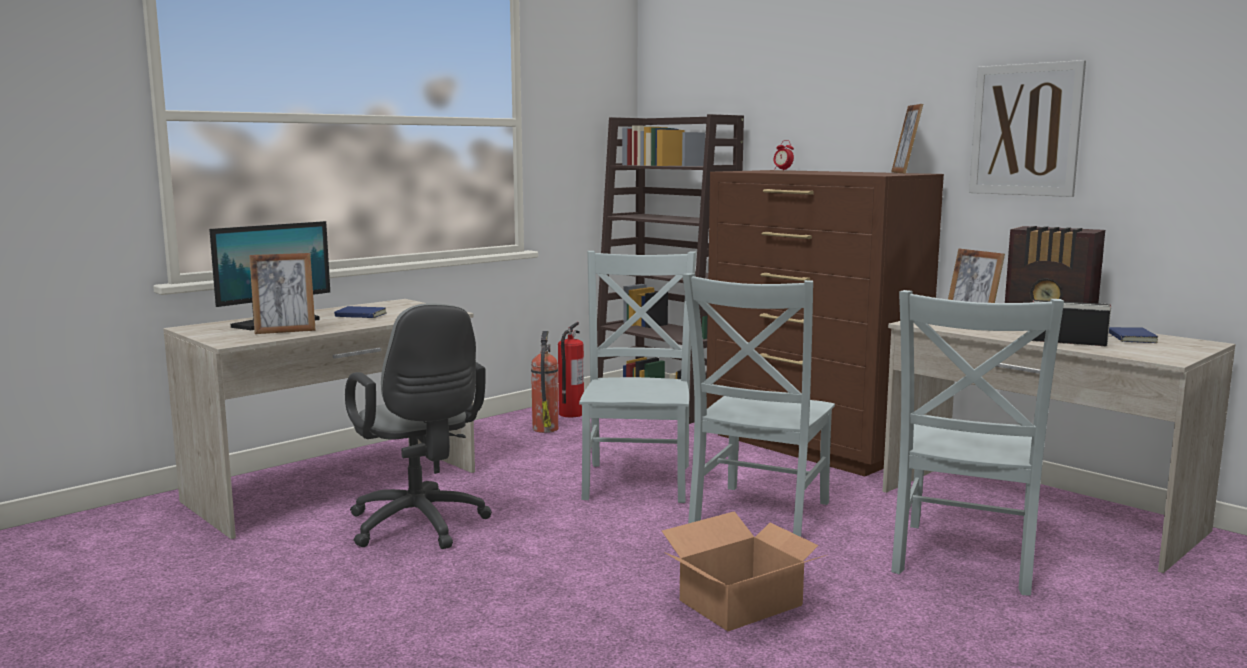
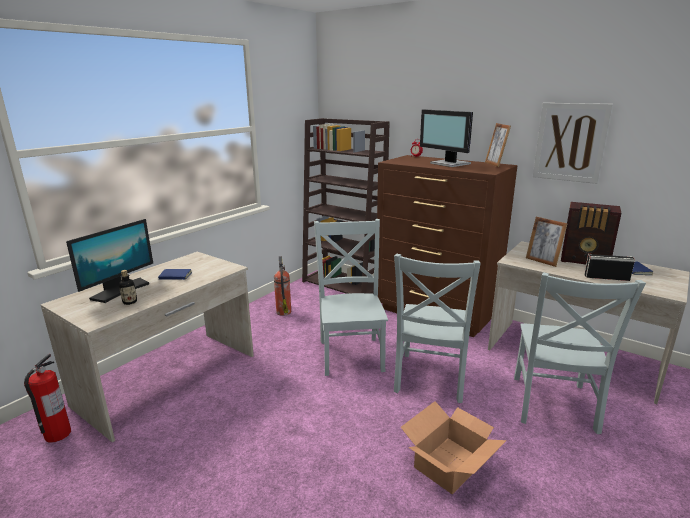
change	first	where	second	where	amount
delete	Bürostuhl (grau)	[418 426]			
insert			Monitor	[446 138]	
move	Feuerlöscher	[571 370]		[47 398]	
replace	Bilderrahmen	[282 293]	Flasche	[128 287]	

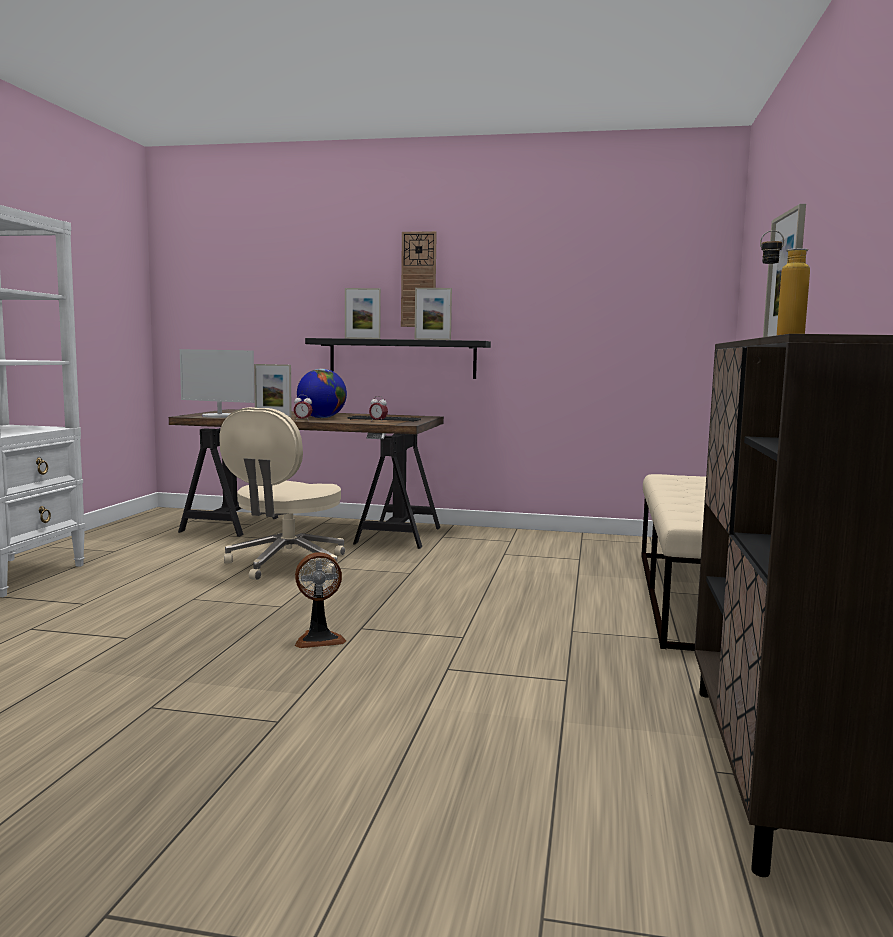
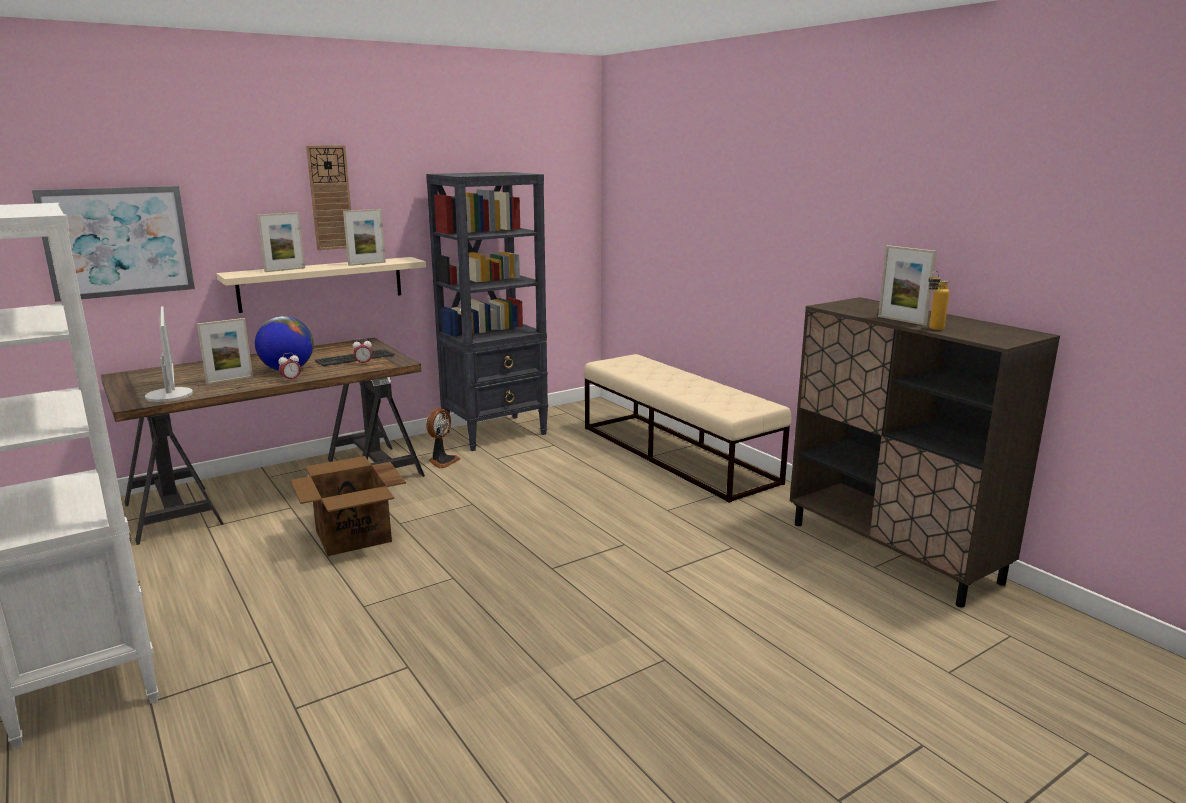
change	first	where	second	where	amount
insert			Bild	[113 244]	
insert			Bücherregal (schwarz)	[487 311]	
move	Ventilator	[320 600]		[443 438]	
replace	Bürostuhl (beige)	[282 493]	Karton	[348 506]	
recolor	Wandregal (schwarz)	[398 358]	Wandregal (beige)	[321 285]	
rotate	Monitor	[217 383]		[169 354]	90 degrees counterclockwise

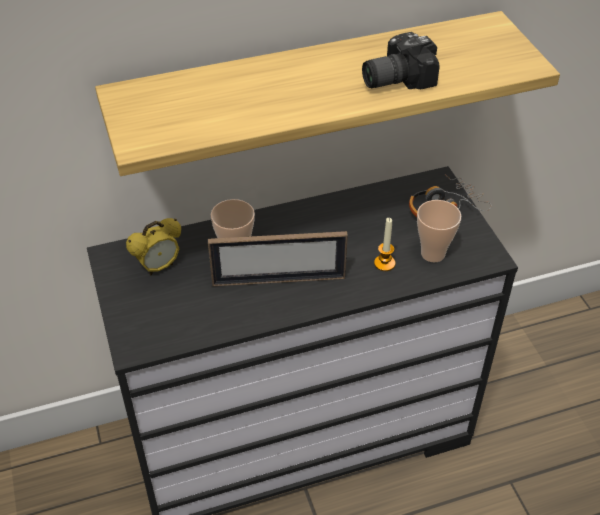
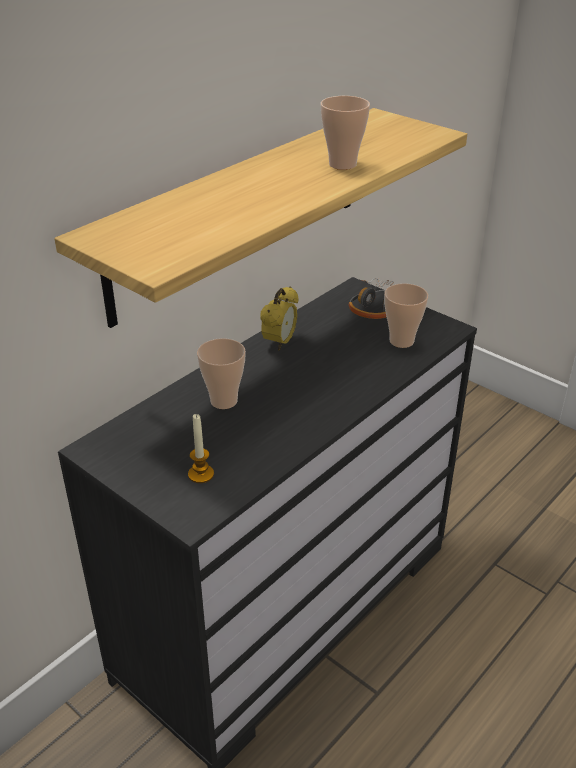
change	first	where	second	where	amount
delete	Bilderrahmen	[278 258]			
move	Wecker	[153 246]		[279 318]	
move	Kerze	[384 244]		[201 448]	
replace	Kamera	[401 60]	Tasse	[345 133]	

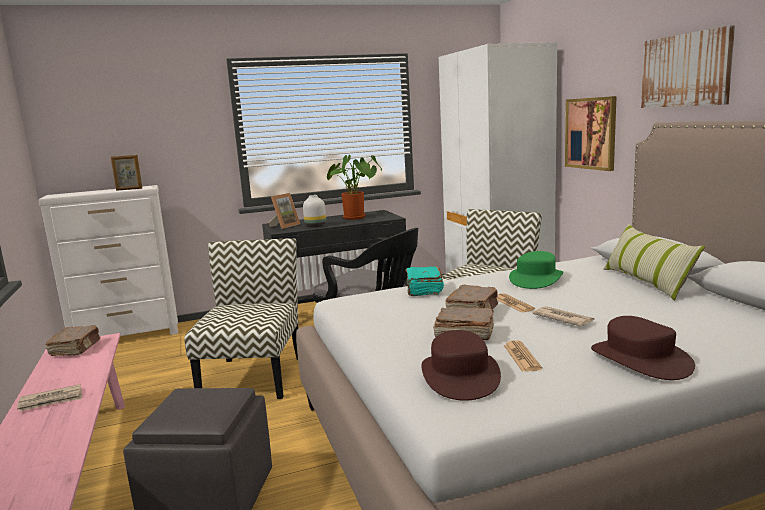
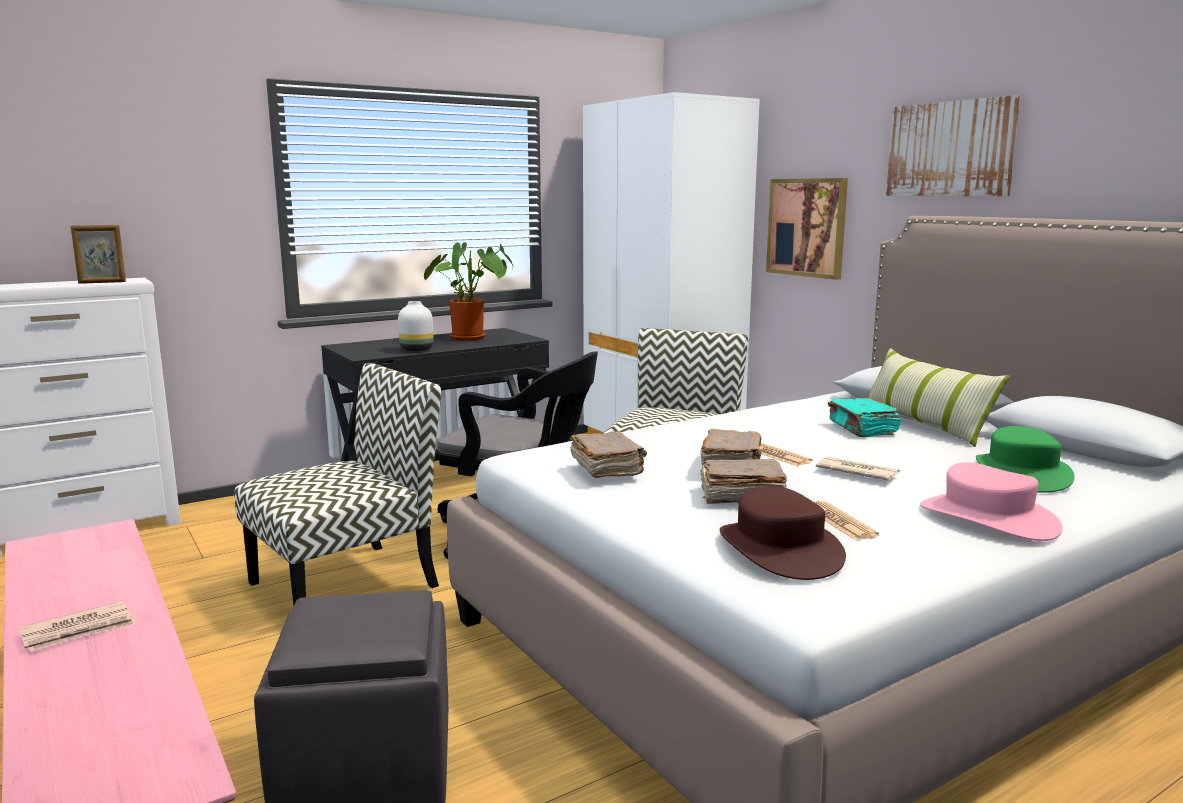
change	first	where	second	where	amount
delete	Bilderrahmen	[284 211]			
move	Buch (braun)	[73 340]		[608 454]	
move	Buch (türkis)	[424 281]		[864 417]	
move	Hut (grün)	[536 270]		[1025 459]	
recolor	Hut (braun)	[643 348]	Hut (rosa)	[991 501]	
rotate	Stuhl	[241 318]		[337 484]	60 degrees clockwise

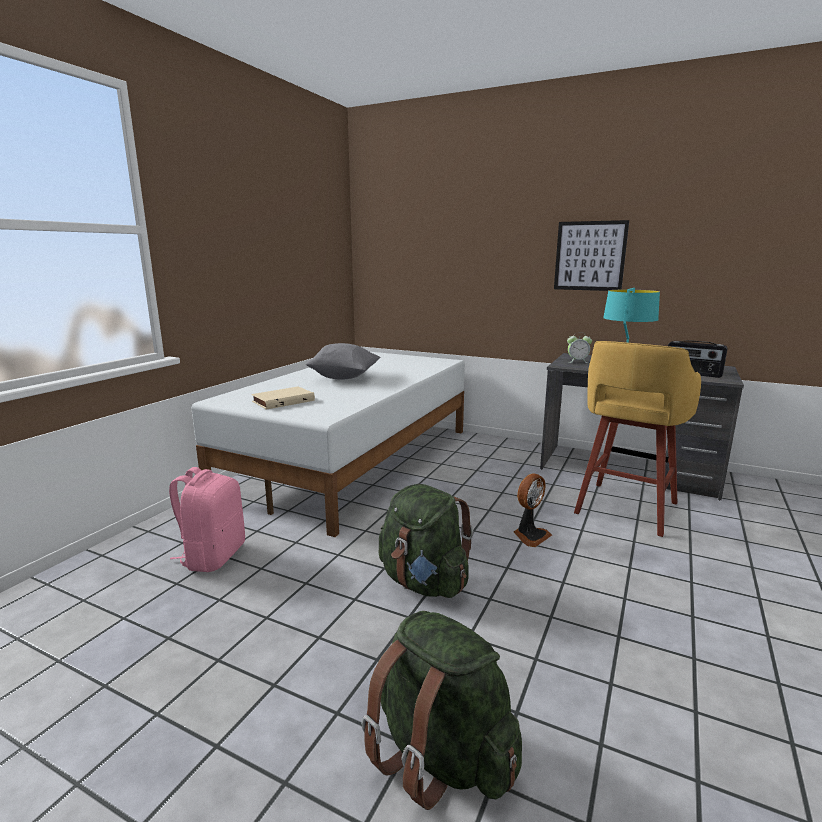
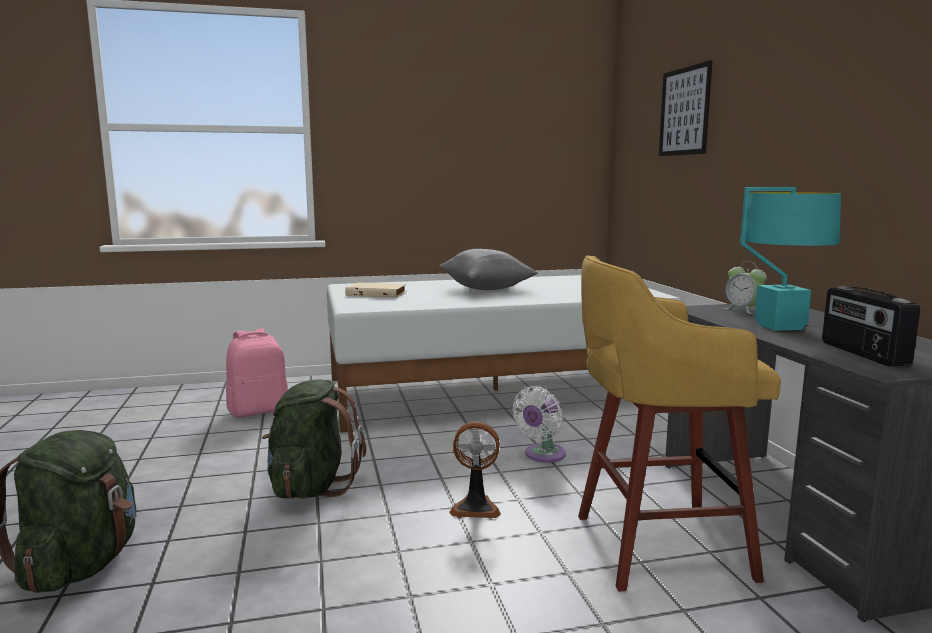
change	first	where	second	where	amount
insert			Ventilator (weiß)	[539 424]	
move	Bild	[591 255]		[686 108]	

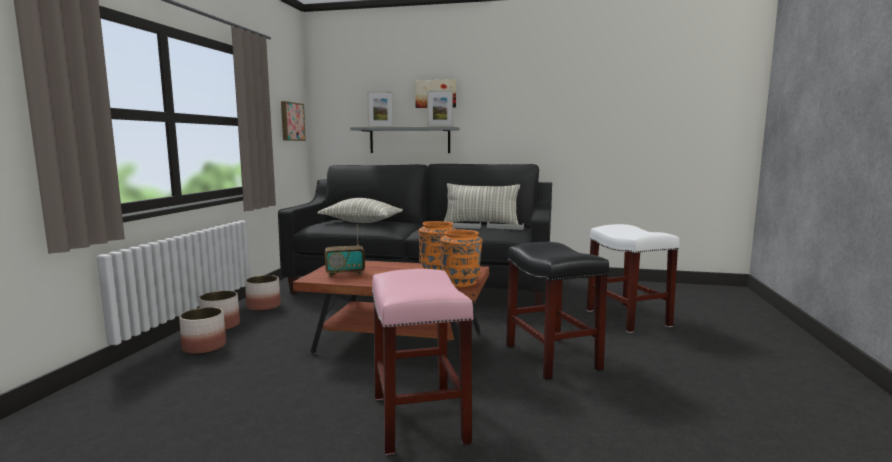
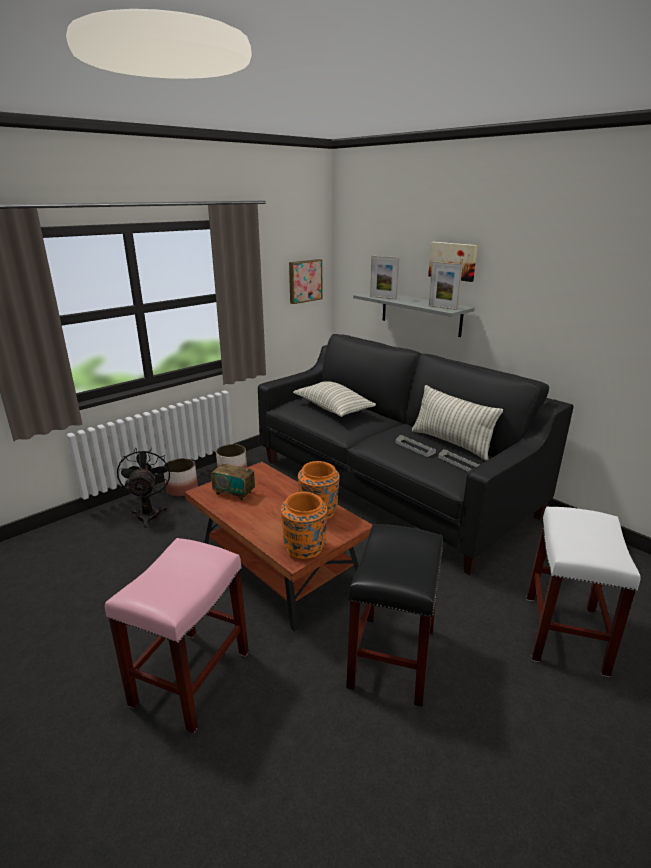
change	first	where	second	where	amount
replace	Pflanzkübel	[202 330]	Ventilator (schwarz)	[144 488]	

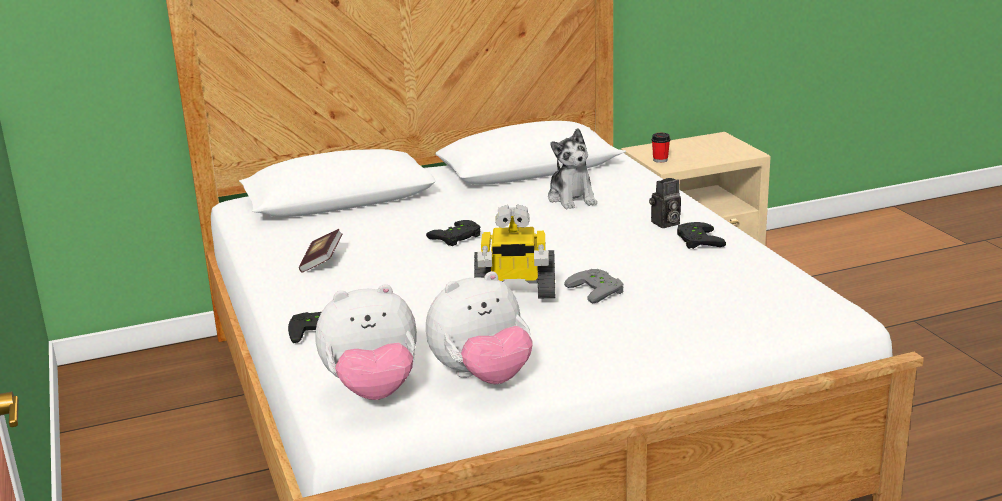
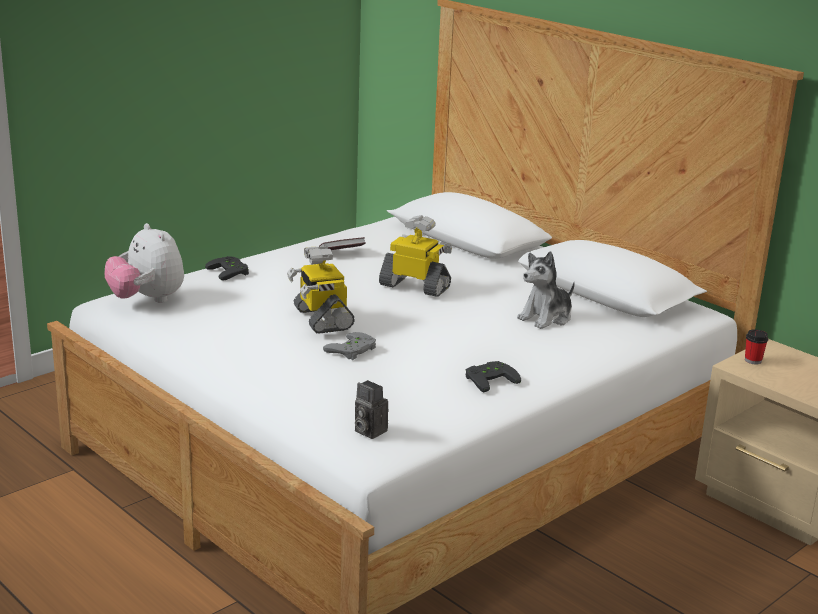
change	first	where	second	where	amount
delete	Plüschtier	[479 327]			
move	Kamera	[665 203]		[372 409]	
replace	Gamepad (schwarz)	[453 233]	Spielzeugroboter	[415 256]	

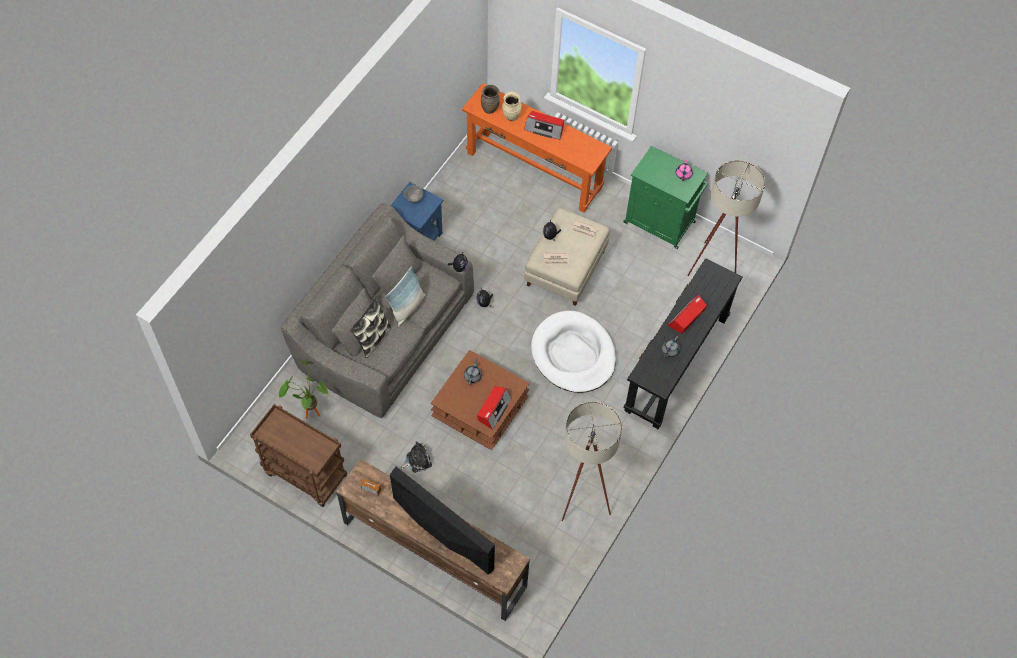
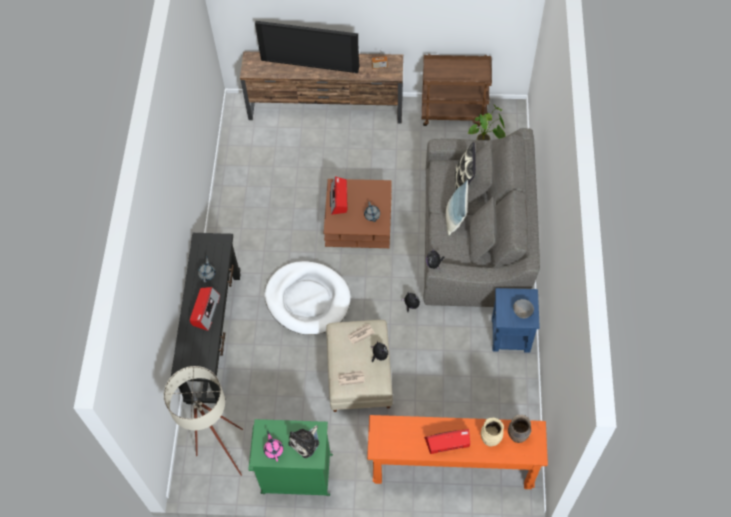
change	first	where	second	where	amount
delete	Stehlampe (beige)	[592 461]			
move	Plüschtier	[416 457]		[303 441]	

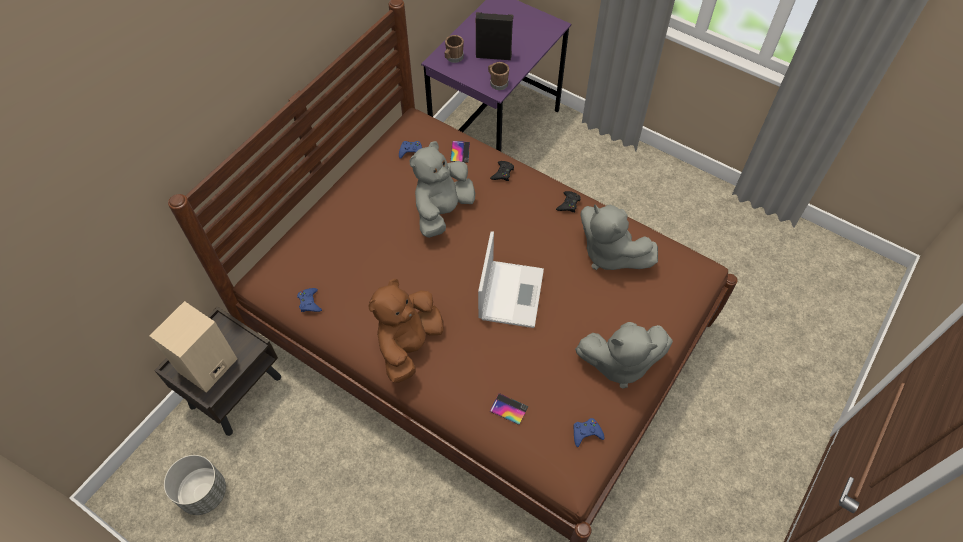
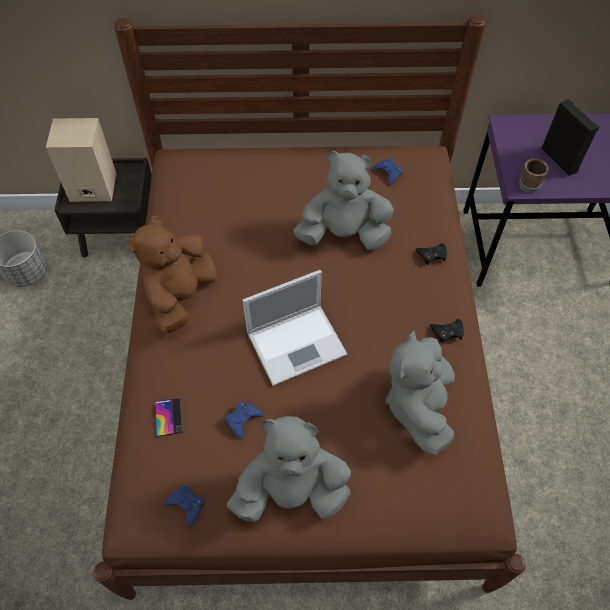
change	first	where	second	where	amount
delete	Henkelbecher (braun)	[454 49]			
delete	Handy	[460 152]			
move	Gamepad (blau)	[309 300]		[244 420]	
rotate	Plüschtier (braun)	[406 331]		[172 274]	60 degrees counterclockwise
rotate	Plüschtier (grau)	[624 355]		[289 469]	120 degrees clockwise

